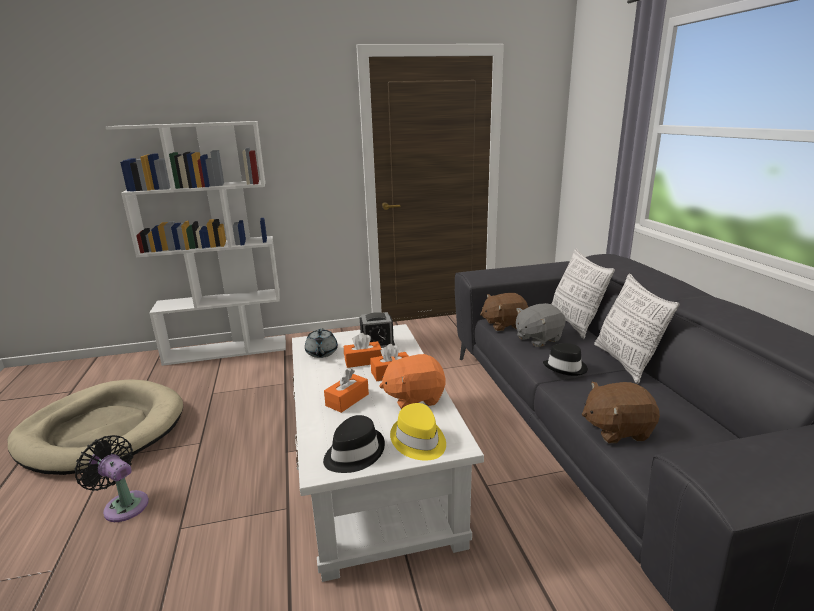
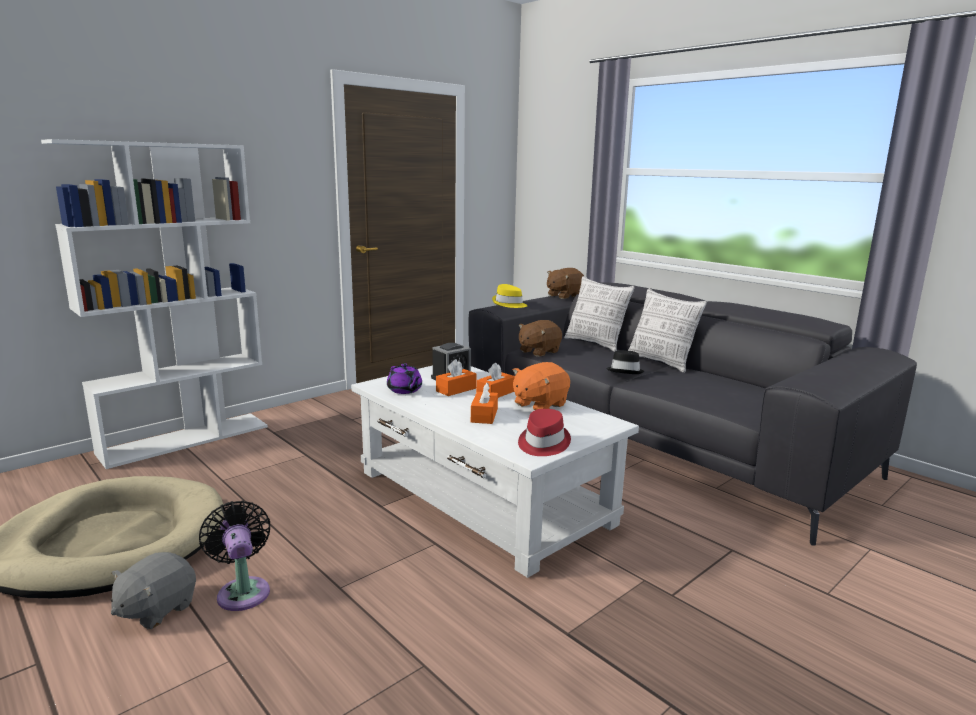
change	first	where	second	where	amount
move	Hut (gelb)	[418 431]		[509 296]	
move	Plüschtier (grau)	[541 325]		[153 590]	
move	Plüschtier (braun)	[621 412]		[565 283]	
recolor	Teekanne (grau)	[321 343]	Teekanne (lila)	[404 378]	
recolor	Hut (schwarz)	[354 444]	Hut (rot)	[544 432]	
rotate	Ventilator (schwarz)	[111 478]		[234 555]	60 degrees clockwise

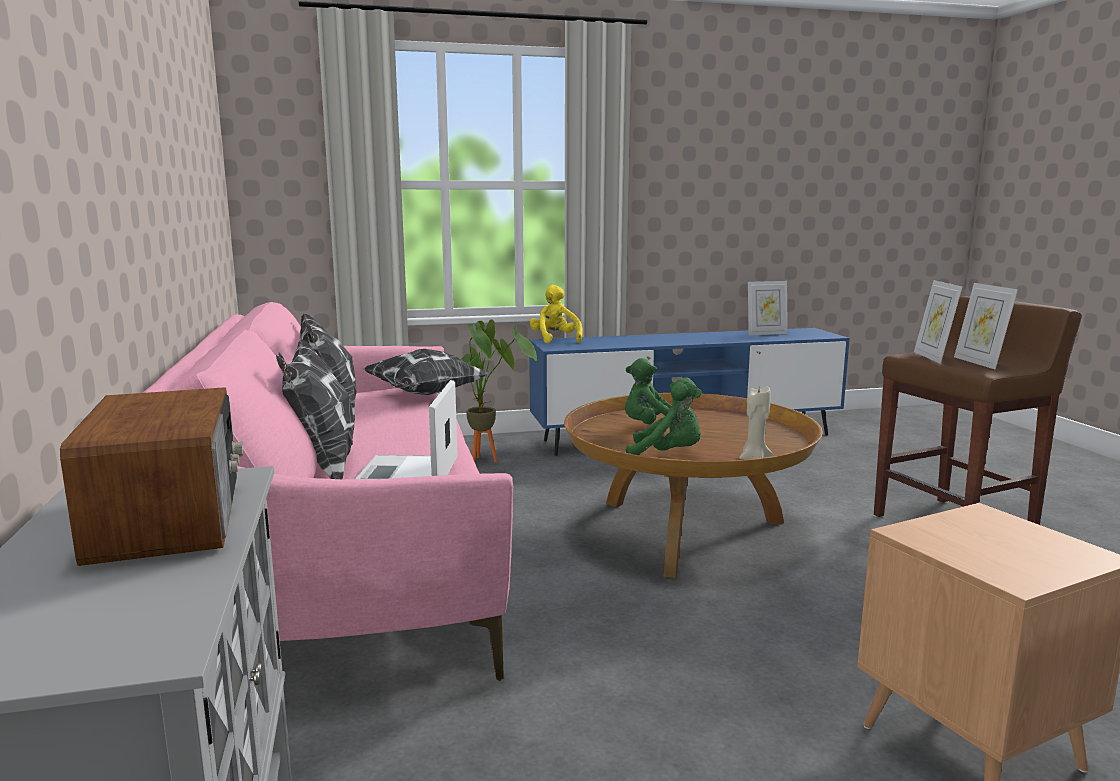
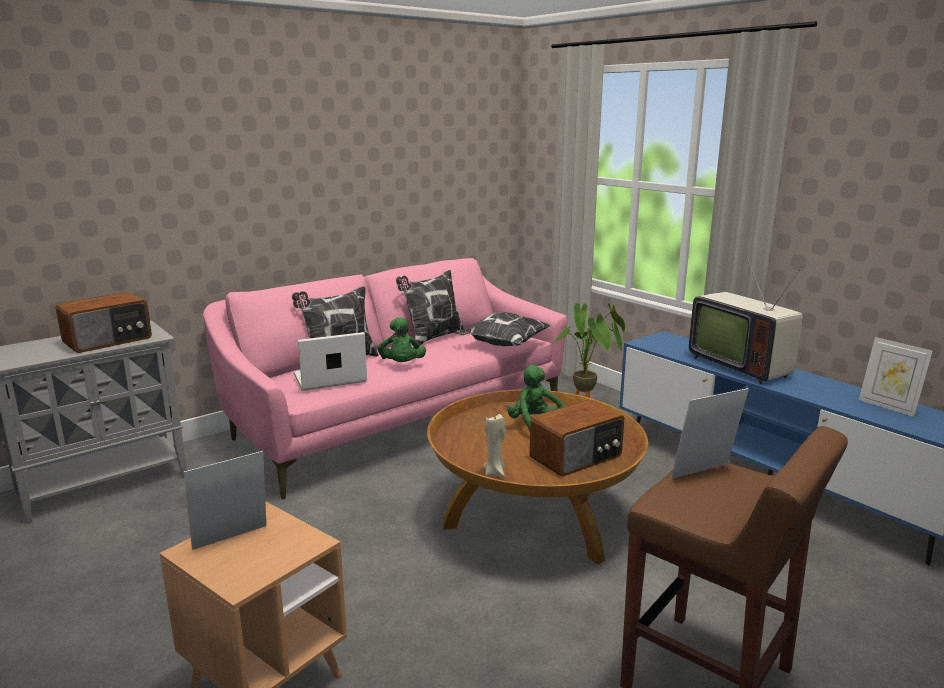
change	first	where	second	where	amount
delete	Plüschtier (gelb)	[556 314]			
insert			Radio	[577 438]	
insert			Fernseher	[746 321]	
move	Plüschtier (grün)	[664 416]		[402 339]	
move	Bilderrahmen	[986 326]		[225 500]	

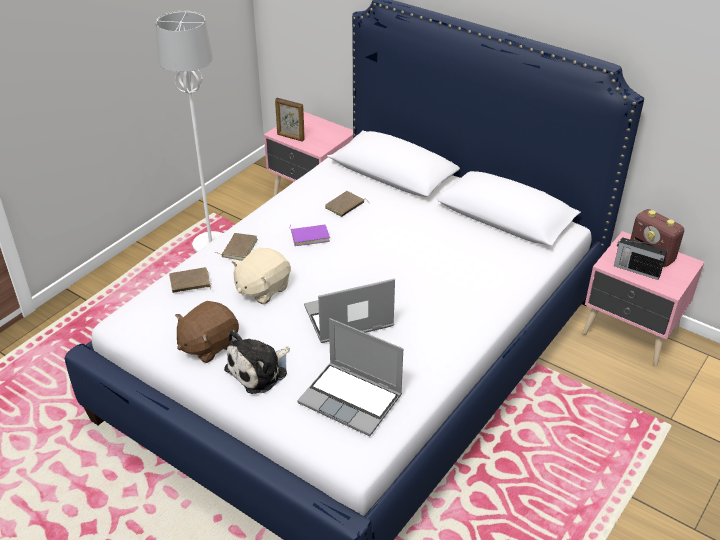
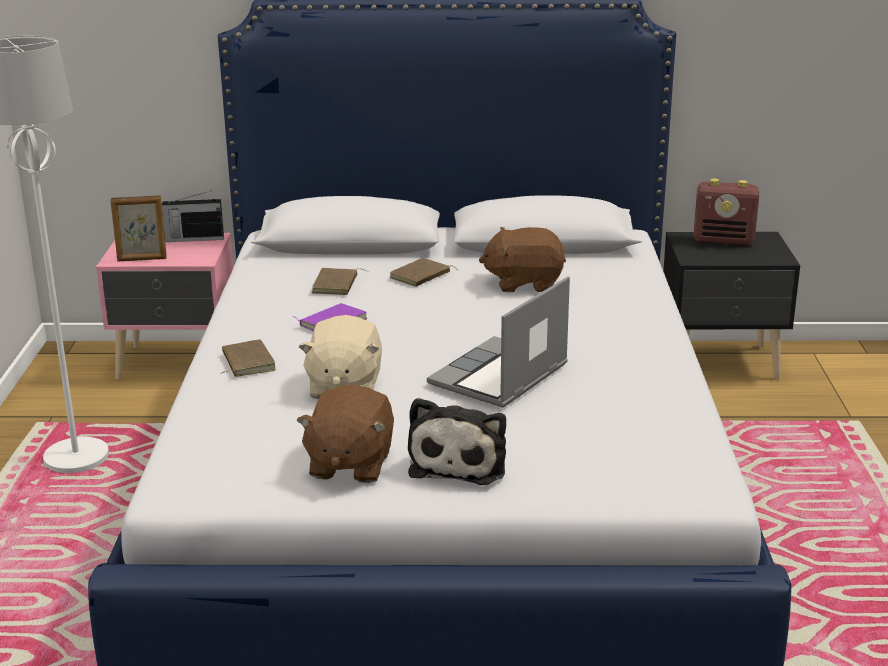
change	first	where	second	where	amount
delete	Laptop	[350 377]			
insert			Plüschtier (braun)	[522 259]	
move	Buch (braun)	[190 280]		[424 272]	
move	Radio	[640 258]		[193 216]	
recolor	Nachttisch (rosa)	[643 298]	Nachttisch (schwarz)	[731 306]	

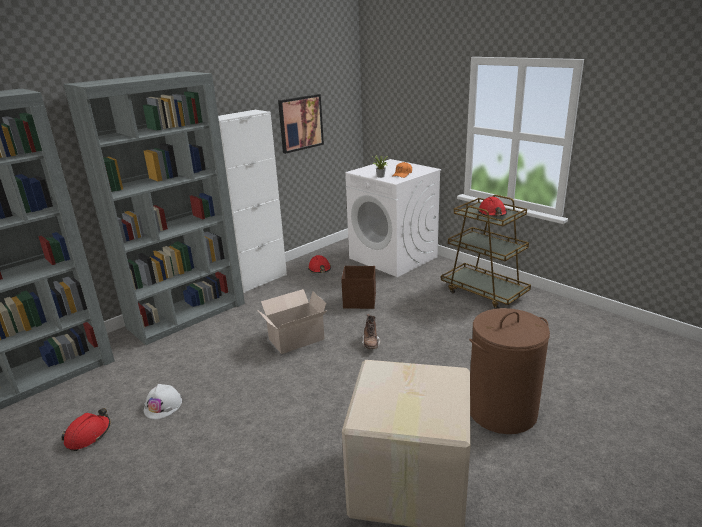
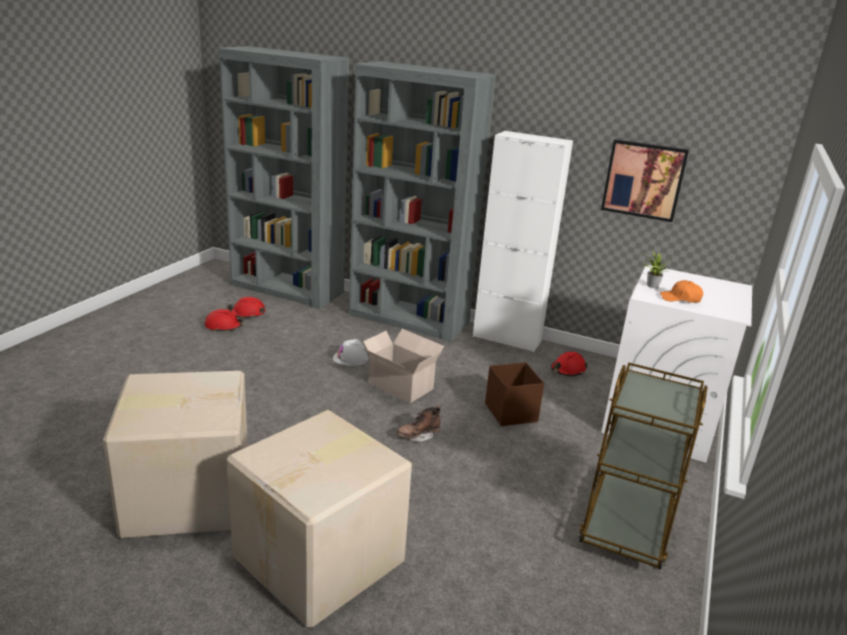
change	first	where	second	where	amount
move	Schutzhelm (weiß)	[163 401]		[350 352]	
move	Schutzhelm (rot)	[492 206]		[246 307]	
replace	Wäschekorb (braun)	[509 371]	Karton	[319 519]	

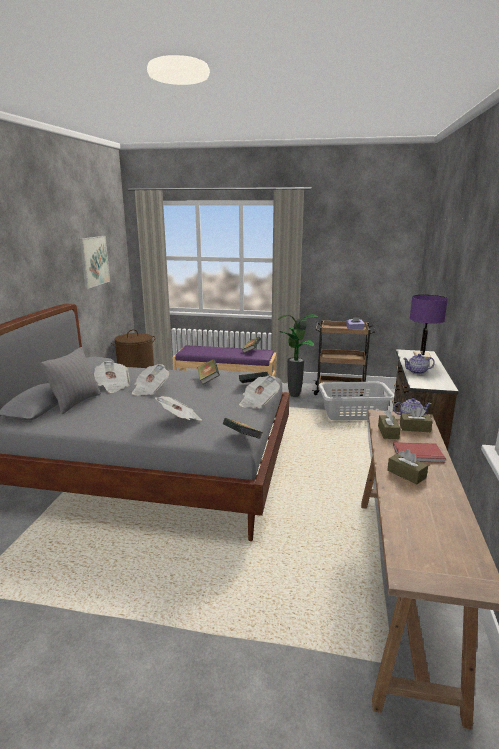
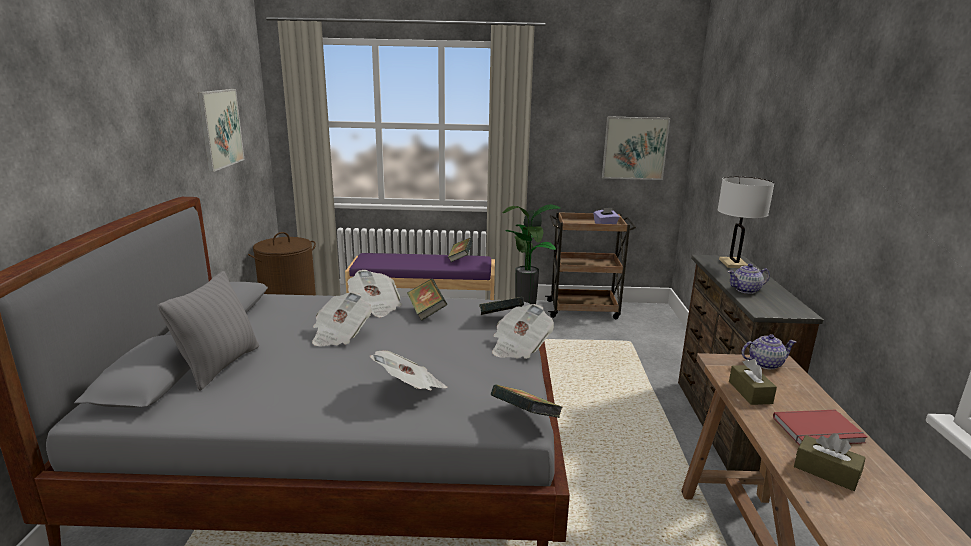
change	first	where	second	where	amount
delete	Wäschekorb (grau)	[356 401]			
delete	Taschentuchbox (braun)	[416 419]			
insert			Bild	[636 148]	
move	Zeitung	[112 377]		[374 294]	
recolor	Tischlampe (lila)	[429 327]	Tischlampe (weiß)	[746 222]	

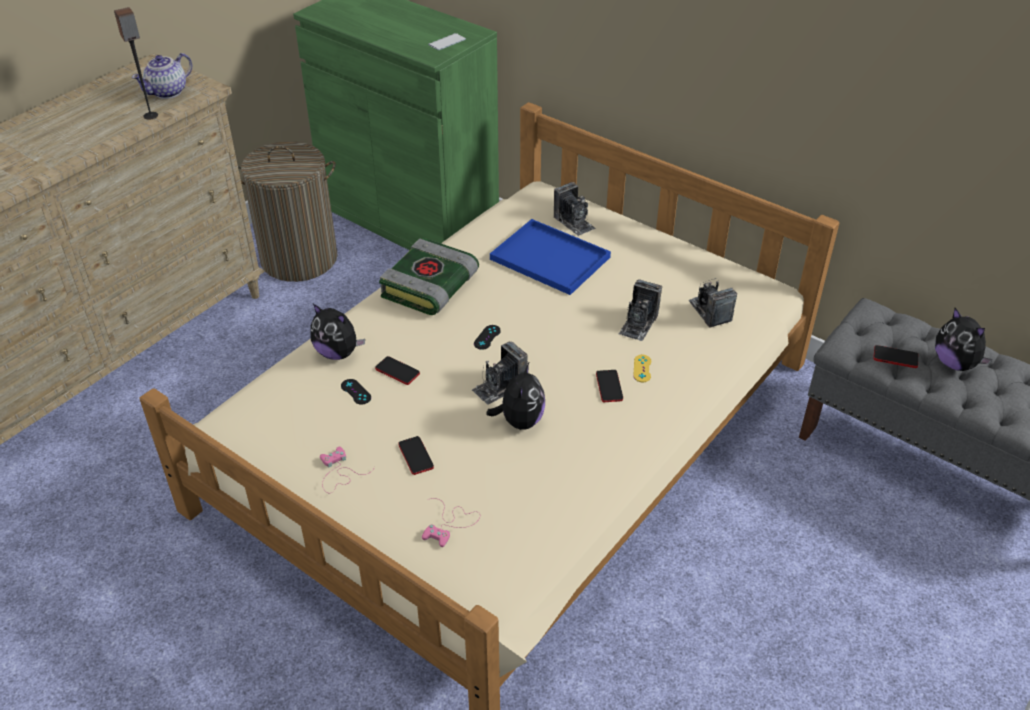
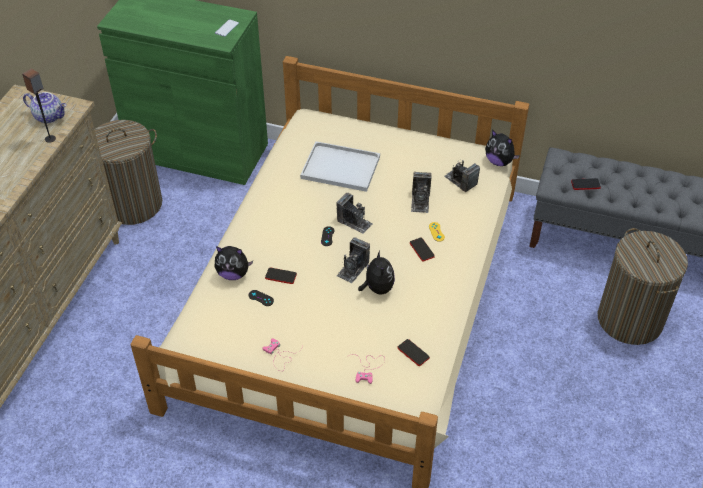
change	first	where	second	where	amount
delete	Buch	[429 276]			
insert			Wäschekorb	[642 286]	
move	Handy	[416 455]		[413 352]	
move	Kamera	[574 209]		[354 213]	
move	Plüschtier	[964 339]		[502 148]	
recolor	Tablett (blau)	[550 257]	Tablett (weiß)	[340 166]	
rotate	Teekanne	[162 76]		[45 107]	90 degrees counterclockwise

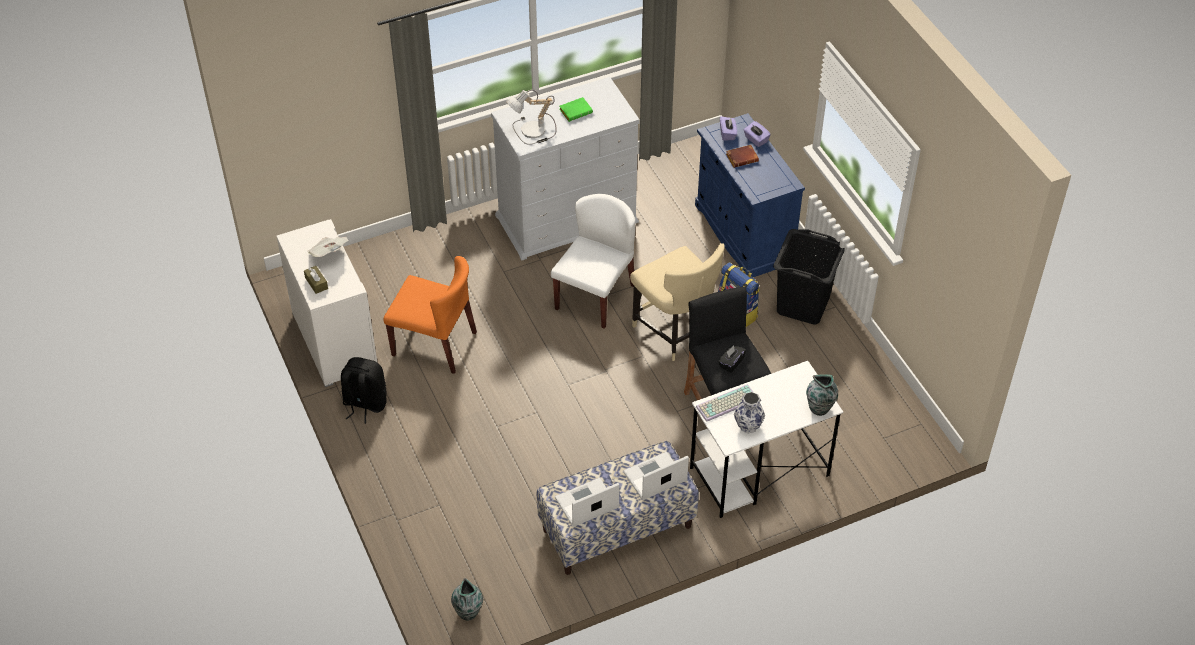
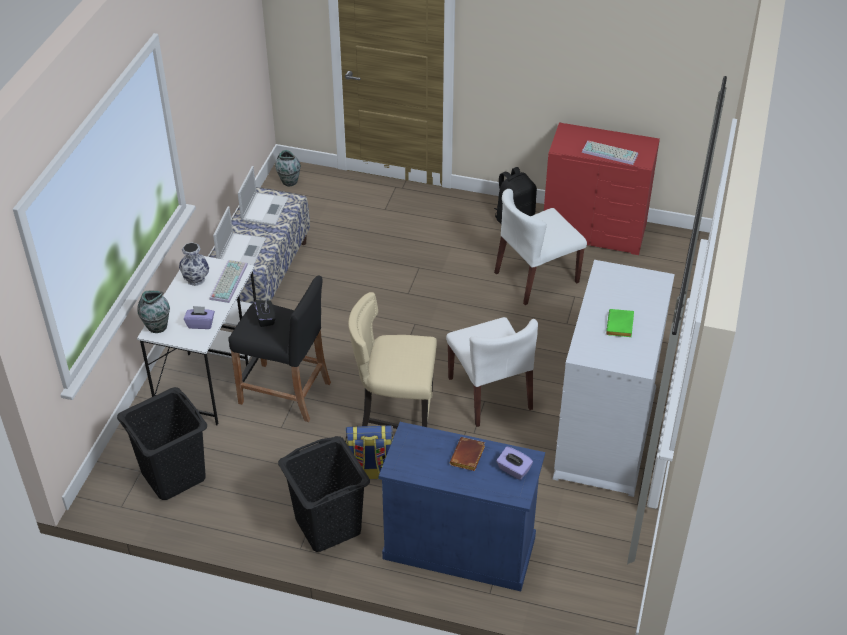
change	first	where	second	where	amount
delete	Taschentuchbox (braun)	[316 280]			
delete	Tischlampe	[531 117]			
insert			Wäschekorb (schwarz)	[162 443]	
move	Taschentuchbox (lila)	[757 134]		[199 317]	
replace	Zeitung	[327 247]	Tastatur	[610 153]	
recolor	Kommode (weiß)	[327 303]	Kommode (rot)	[602 189]	
recolor	Stuhl (orange)	[430 315]	Stuhl (weiß)	[540 247]	

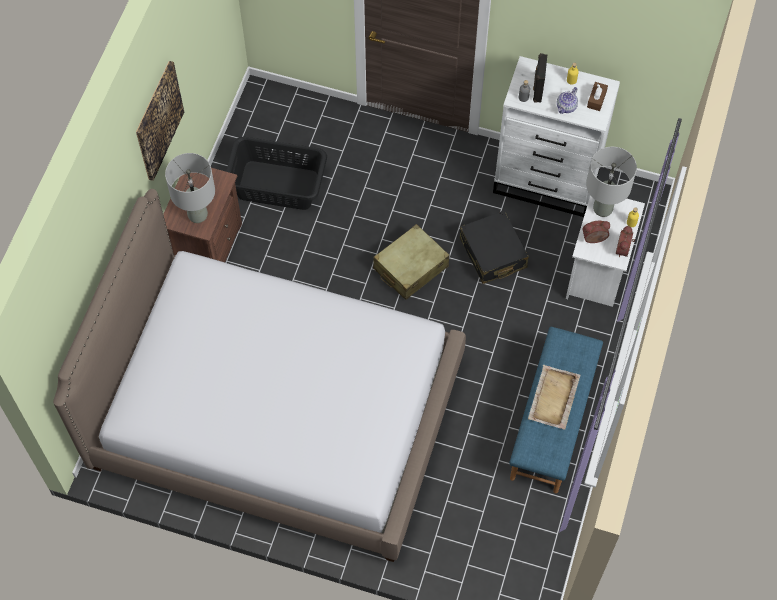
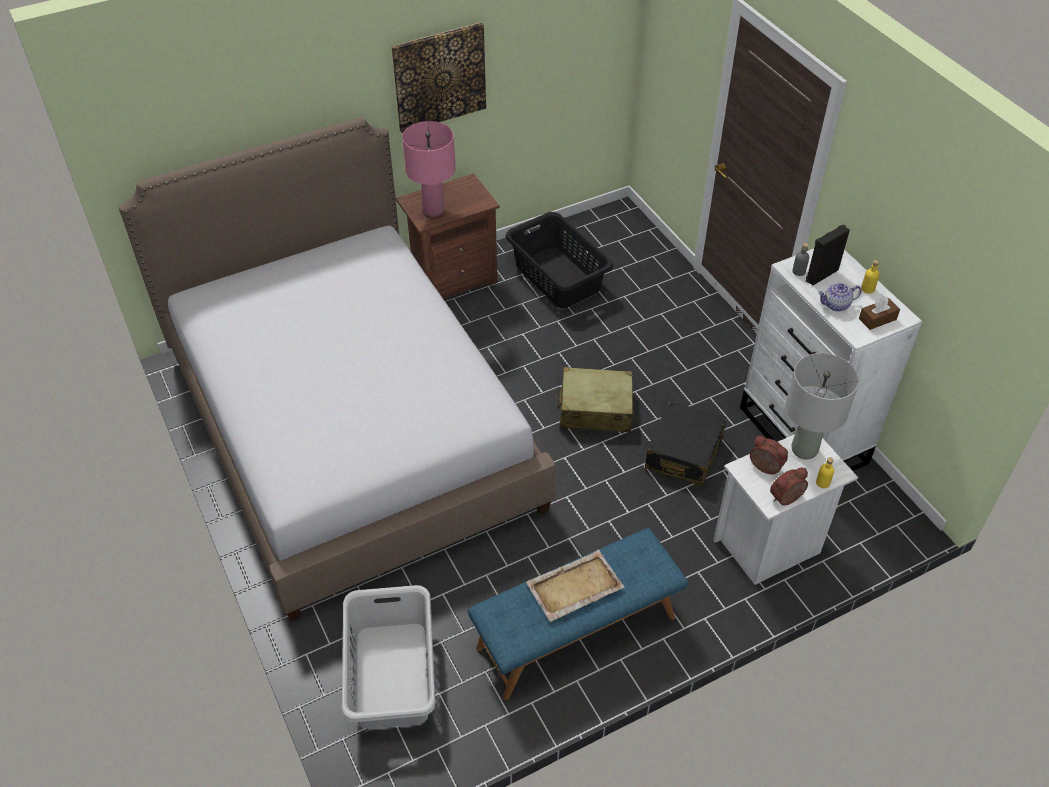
change	first	where	second	where	amount
insert			Wäschekorb (grau)	[389 657]	
recolor	Tischlampe (grau)	[190 188]	Tischlampe (rosa)	[428 169]	

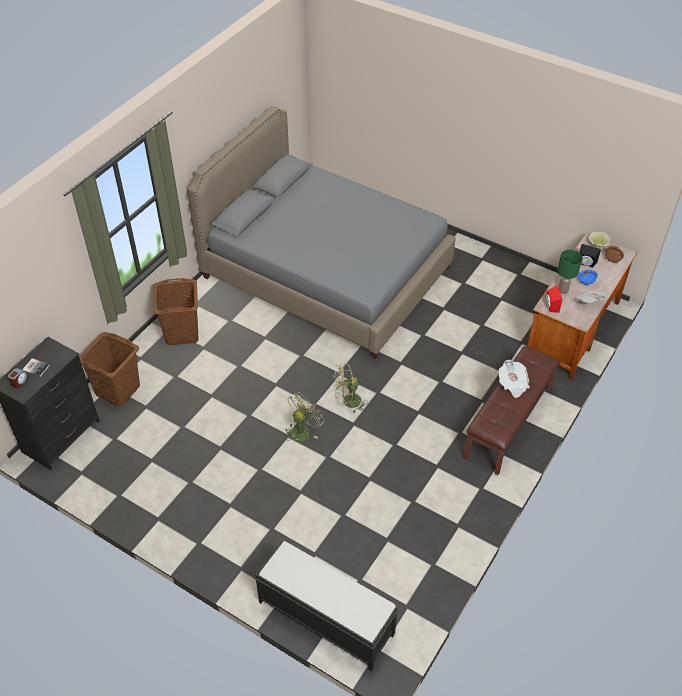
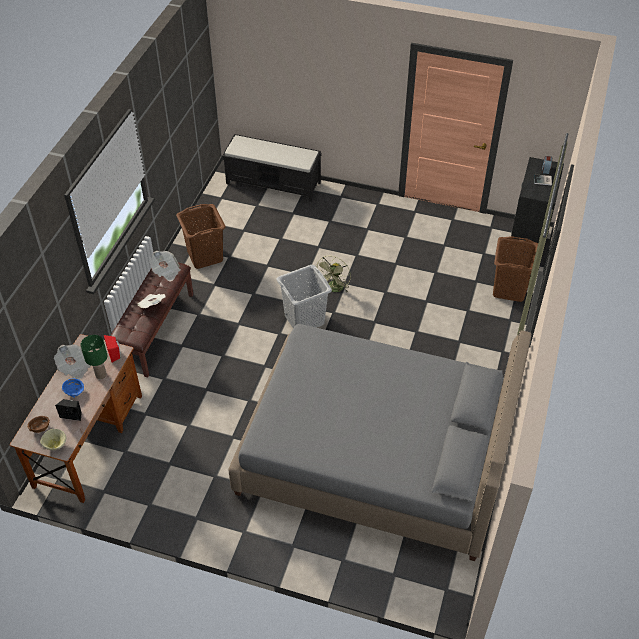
change	first	where	second	where	amount
insert			Zeitung	[165 266]	
move	Wäschekorb (braun)	[175 311]		[201 236]	
replace	Ventilator (grün)	[351 388]	Wäschekorb (grau)	[304 296]	

